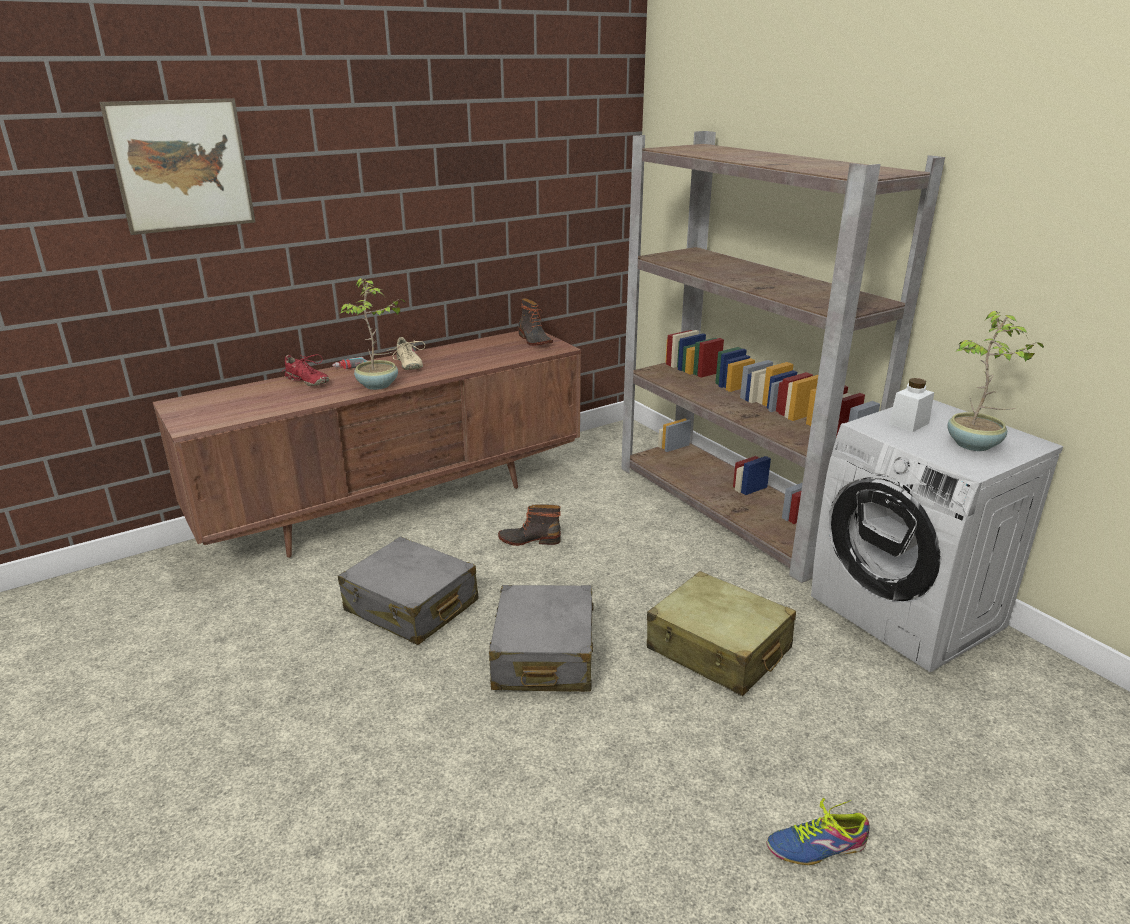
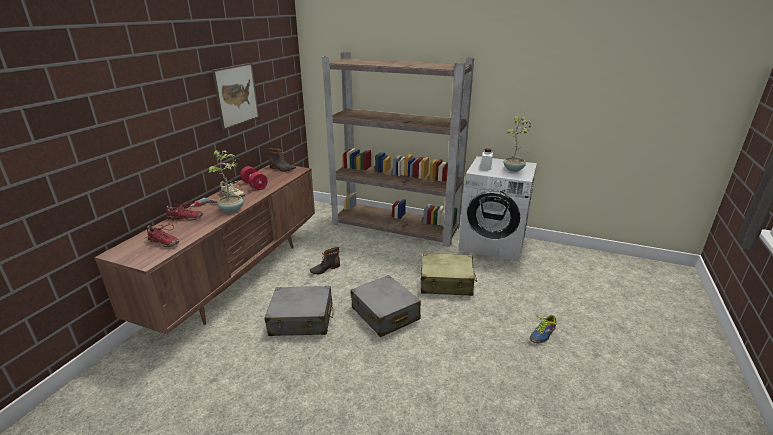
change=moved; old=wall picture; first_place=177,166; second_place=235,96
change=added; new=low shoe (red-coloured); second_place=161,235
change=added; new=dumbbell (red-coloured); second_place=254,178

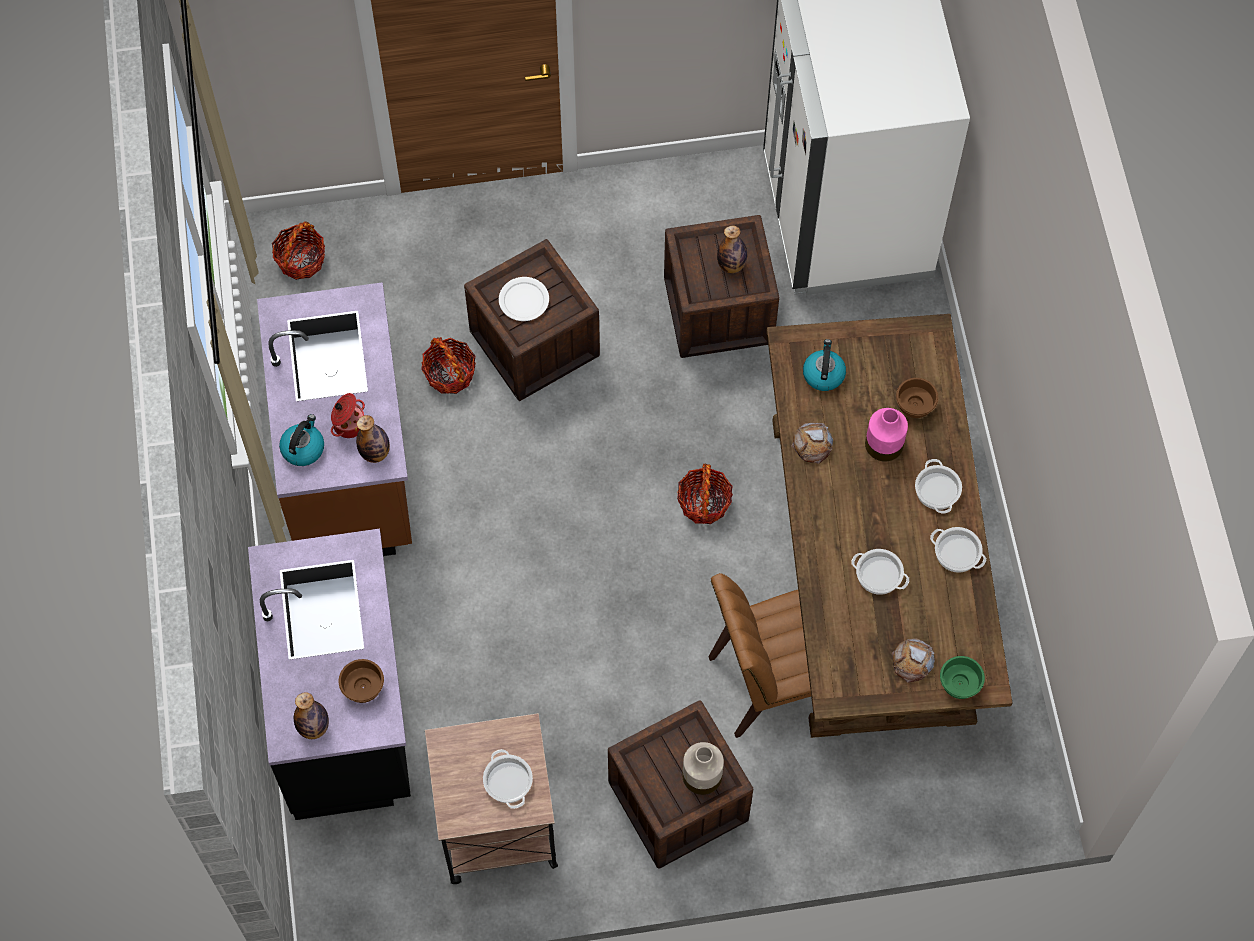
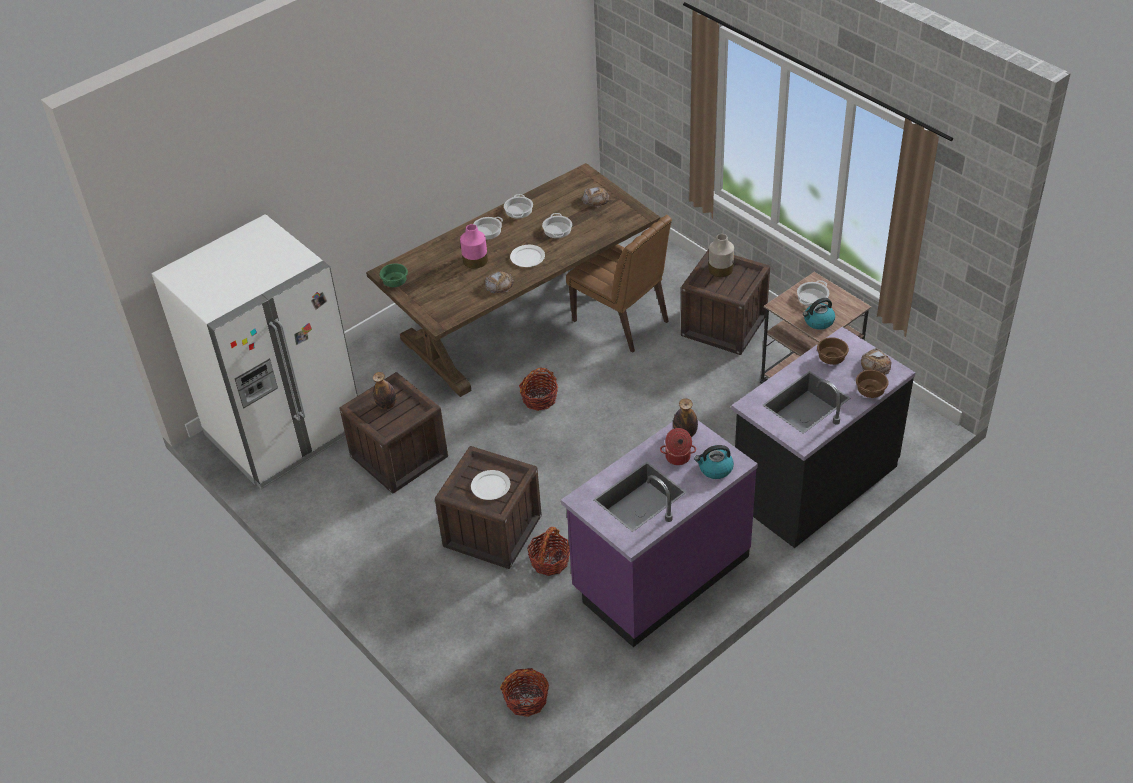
change=recoloured; old=kitchen base unit (brownish); new=kitchen base unit (purple); first_place=334,419; second_place=659,533
change=replaced; old=beverage bottle; new=bakery bread; first_place=311,715; second_place=876,361
change=moved; old=tea kettle; first_place=824,365; second_place=819,314
change=moved; old=deep dish (brownish); first_place=917,398; second_place=872,384
change=moved; old=deep dish (greenish); first_place=962,677; second_place=393,275
change=added; new=flat dish (whitish); second_place=527,256

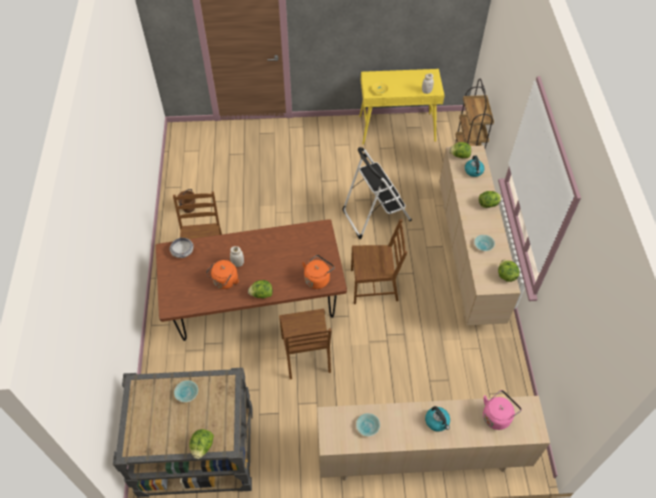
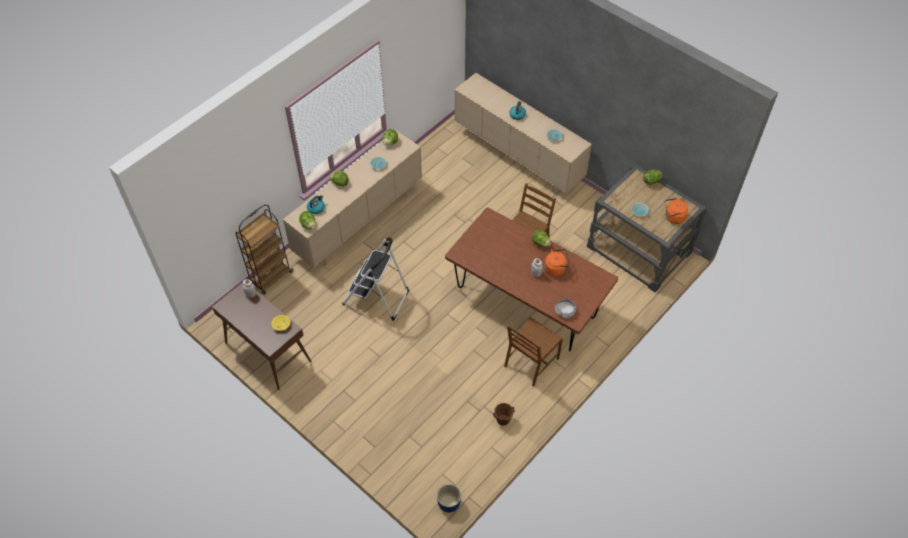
change=moved; old=tea kettle (orange-coloured); first_place=318,271; second_place=676,211
change=removed; old=chair (brownish); first_place=379,261
change=recoloured; old=hall table (yellow); new=hall table (brownish); first_place=402,107; second_place=261,336
change=removed; old=tea kettle (pink-coloured); first_place=502,410
change=added; new=planter (blue); second_place=449,498

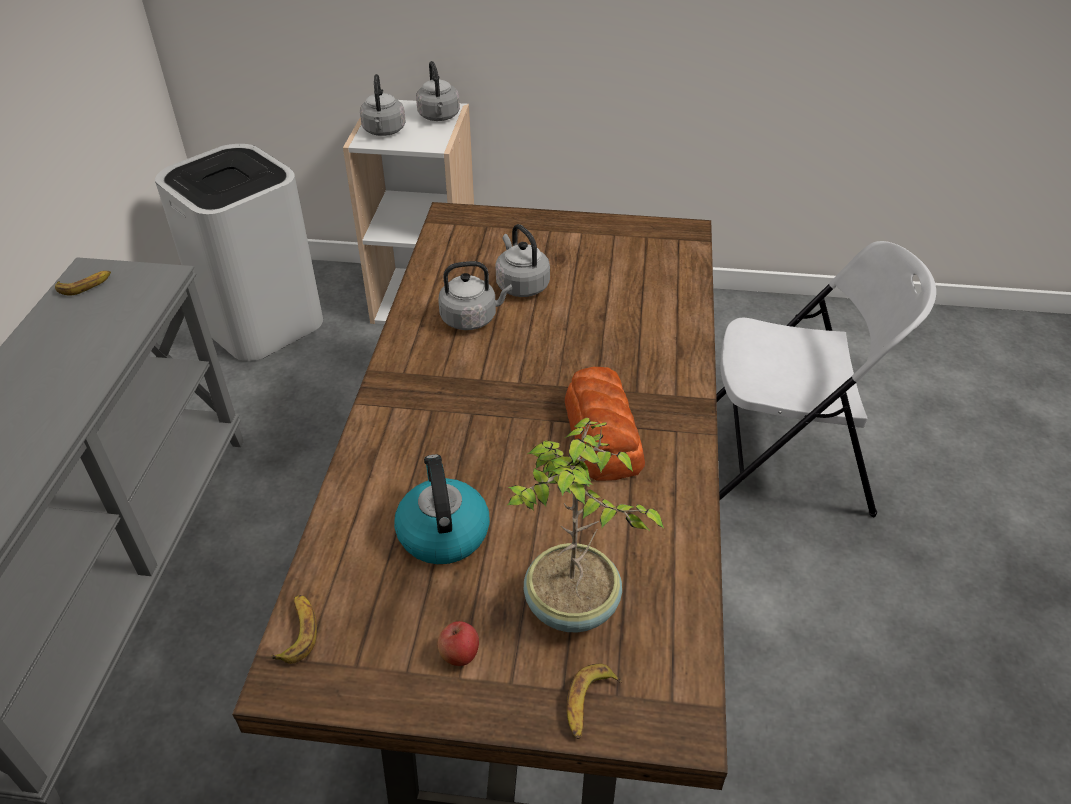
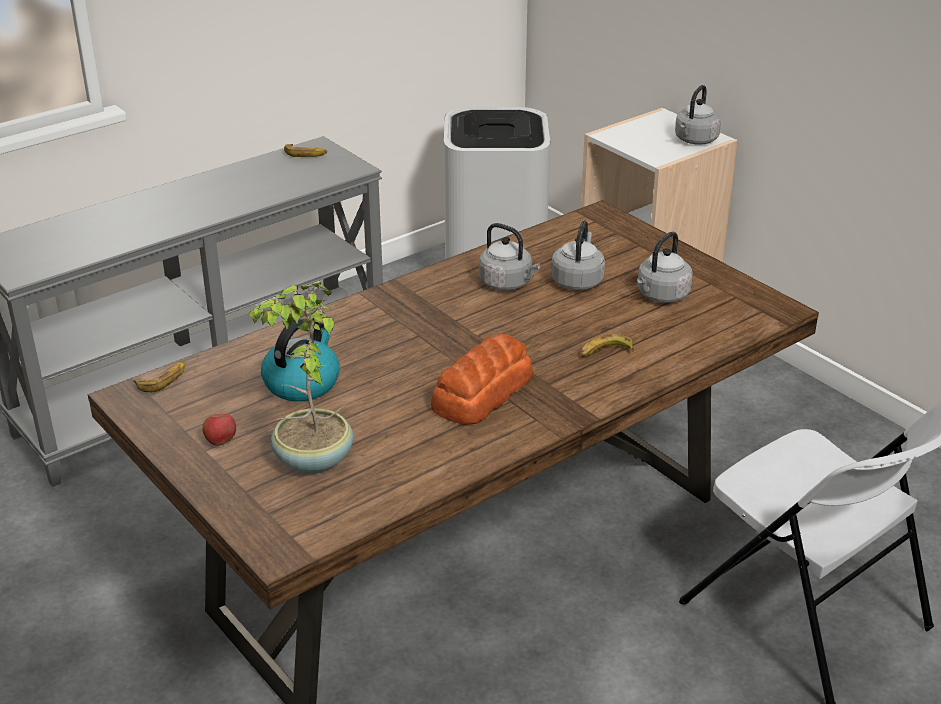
change=moved; old=tea kettle (gray); first_place=383,105; second_place=665,267
change=moved; old=banana fruit; first_place=594,701; second_place=607,345

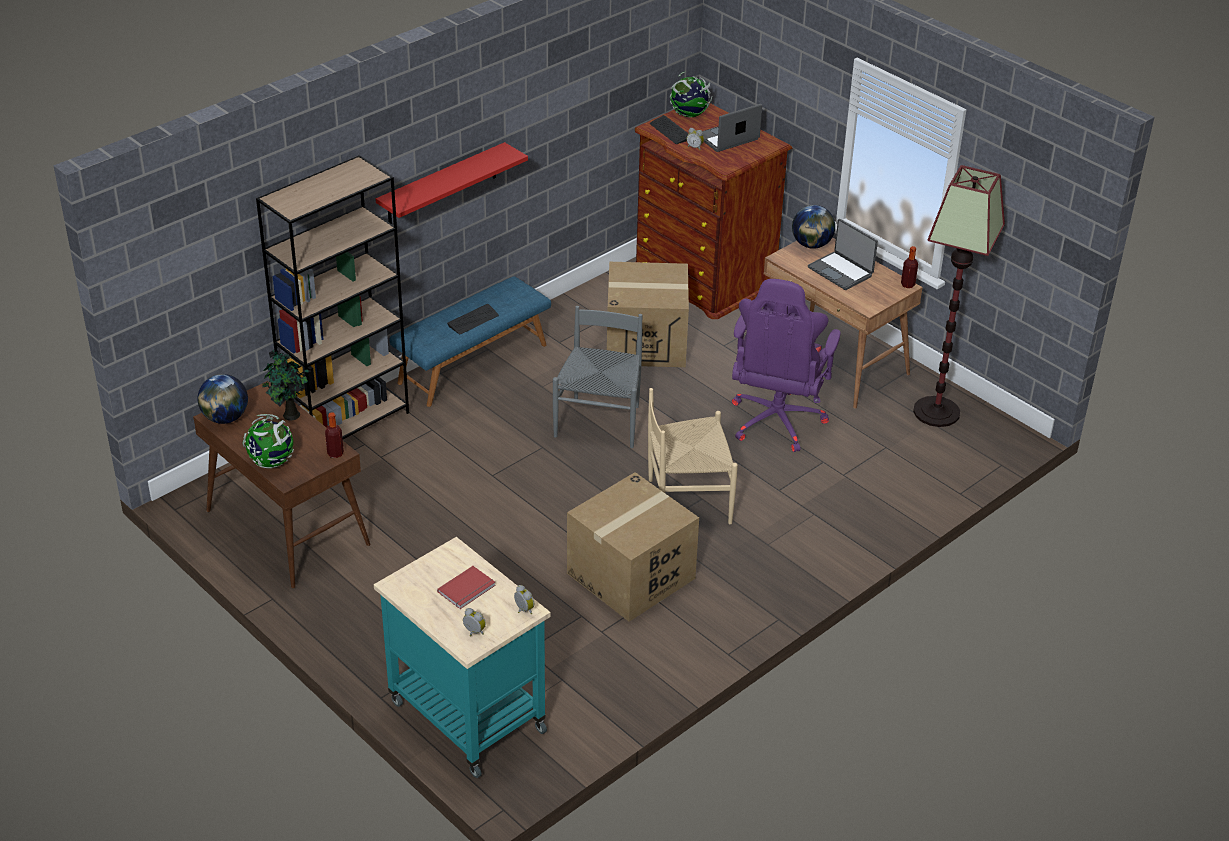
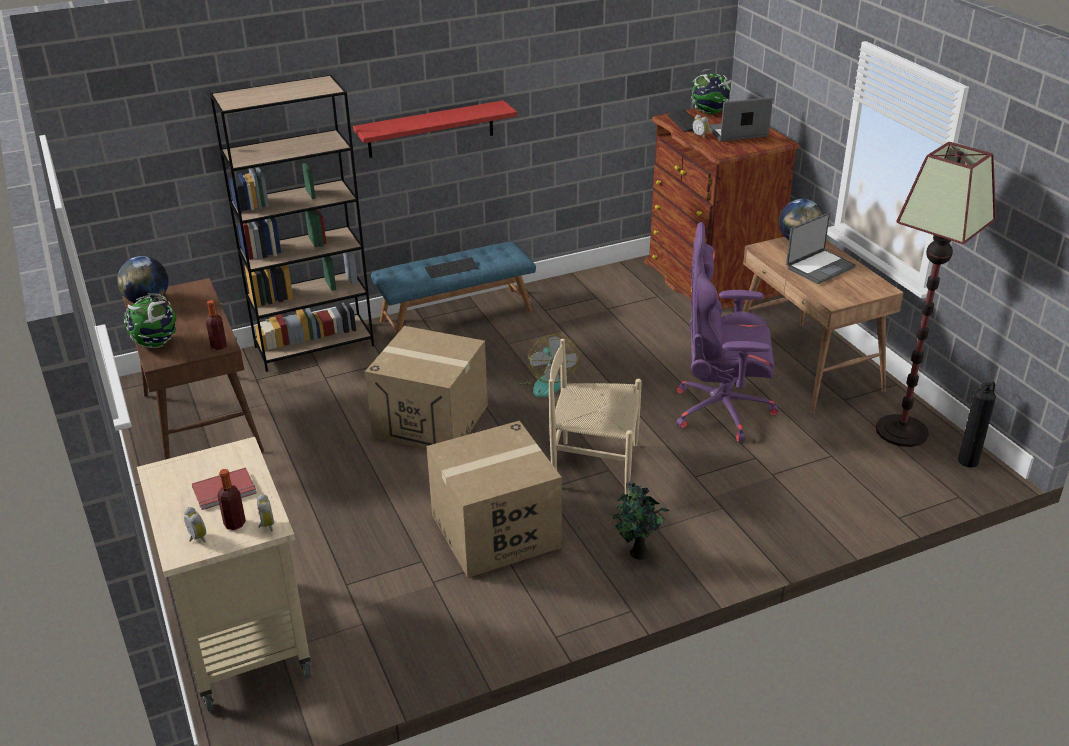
change=moved; old=potted plant; first_place=286,385; second_place=641,520
change=recoloured; old=trolley (turquoise-coloured); new=trolley (beige-coloured); first_place=462,657; second_place=224,574
change=replaced; old=chair (gray); new=cooling fan; first_place=597,377; second_place=547,366
change=moved; old=carton; first_place=648,314; second_place=426,388
change=turned; old=office chair (purple); first_place=786,365; second_place=727,332; degrees=60
change=turned; old=laptop; first_place=843,254; second_place=821,248; degrees=-105
change=moved; old=beverage bottle; first_place=909,267; second_place=231,499
change=added; new=fire-fighting cylinder; second_place=977,425

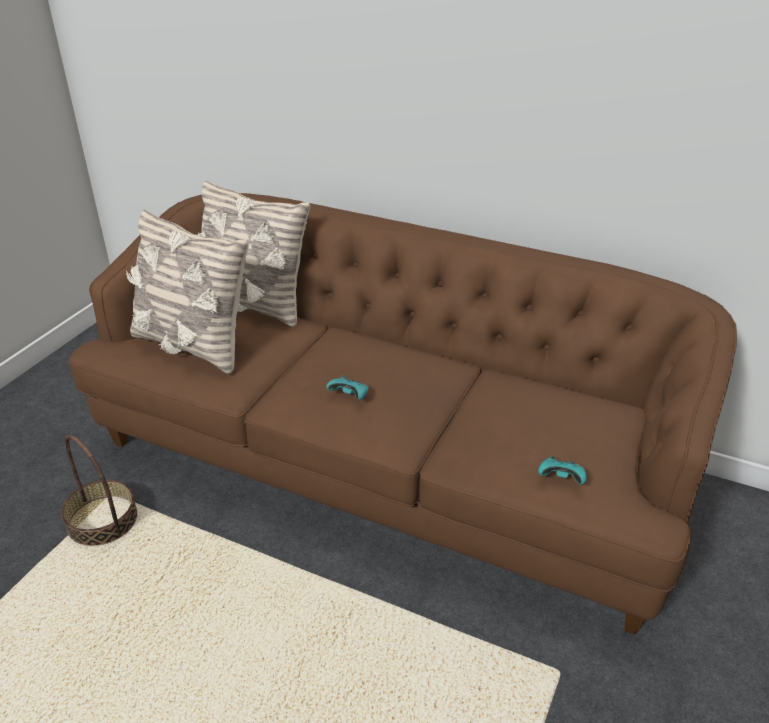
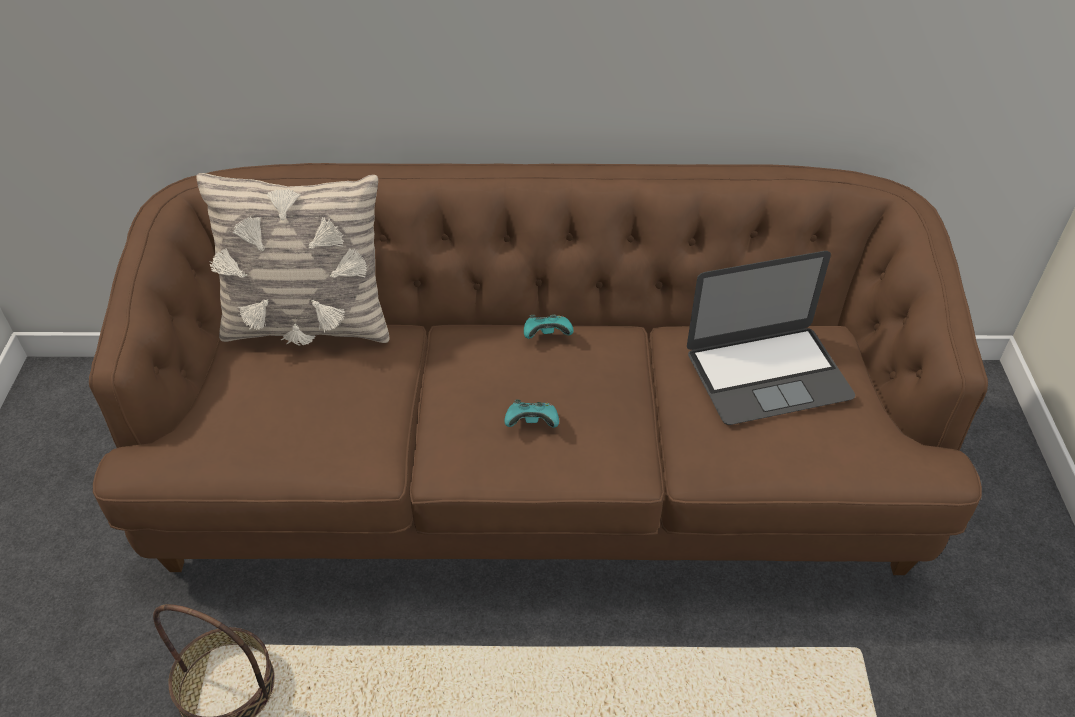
change=removed; old=throw pillow (beige-coloured); first_place=187,292
change=moved; old=gamepad (turquoise-coloured); first_place=562,470; second_place=549,327
change=added; new=laptop; second_place=771,338

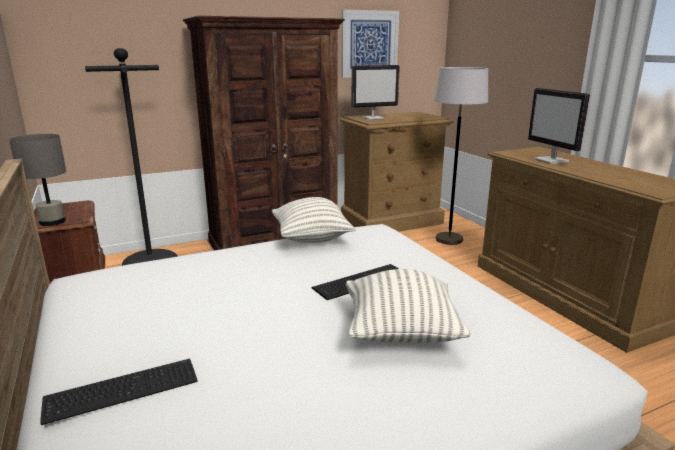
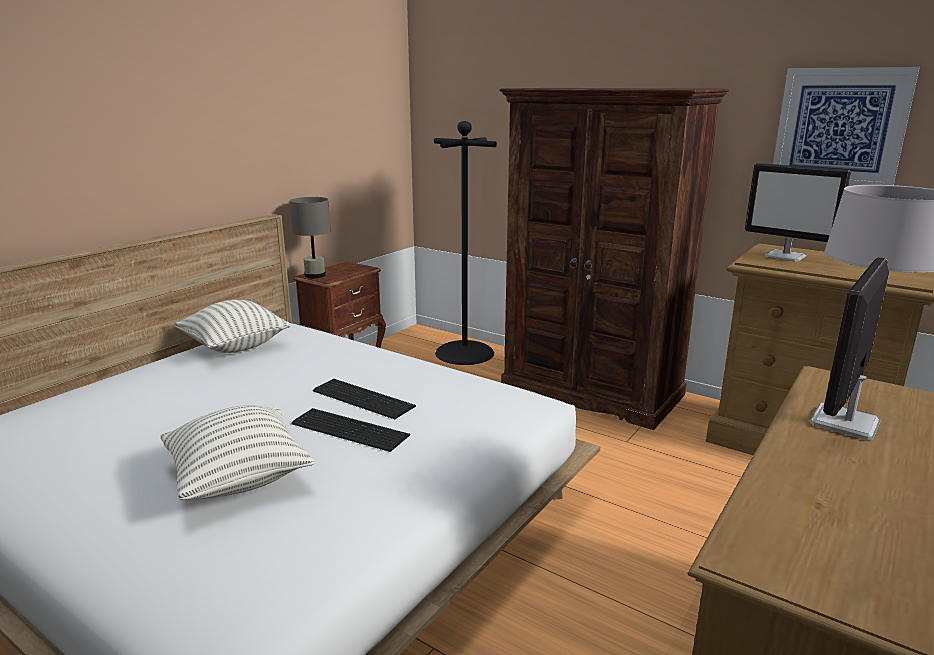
change=moved; old=keyboard; first_place=119,392; second_place=364,399
change=moved; old=throw pillow; first_place=313,220; second_place=232,326

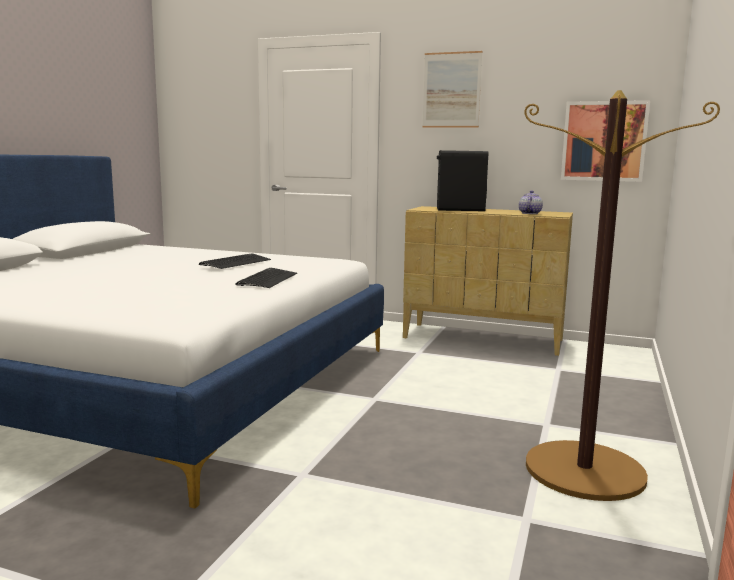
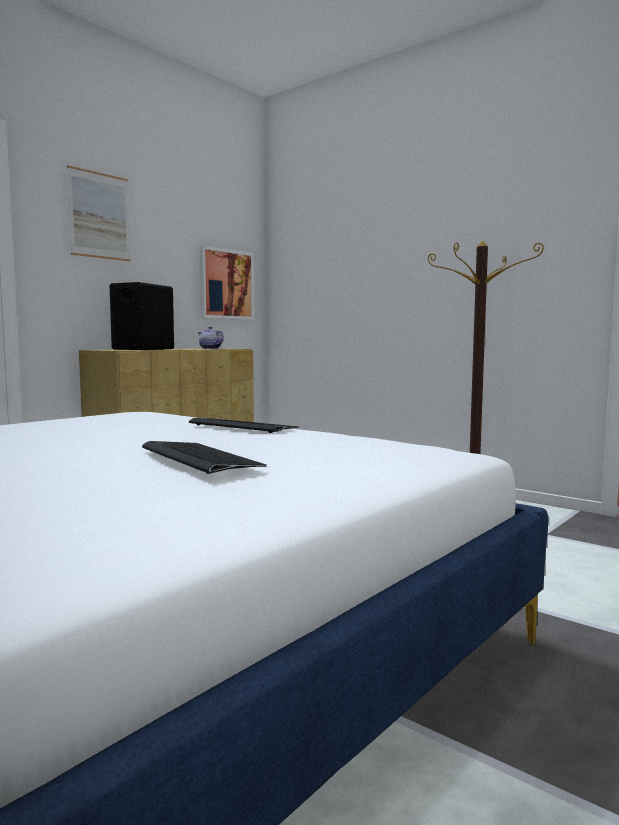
change=moved; old=keyboard; first_place=235,261; second_place=204,457

